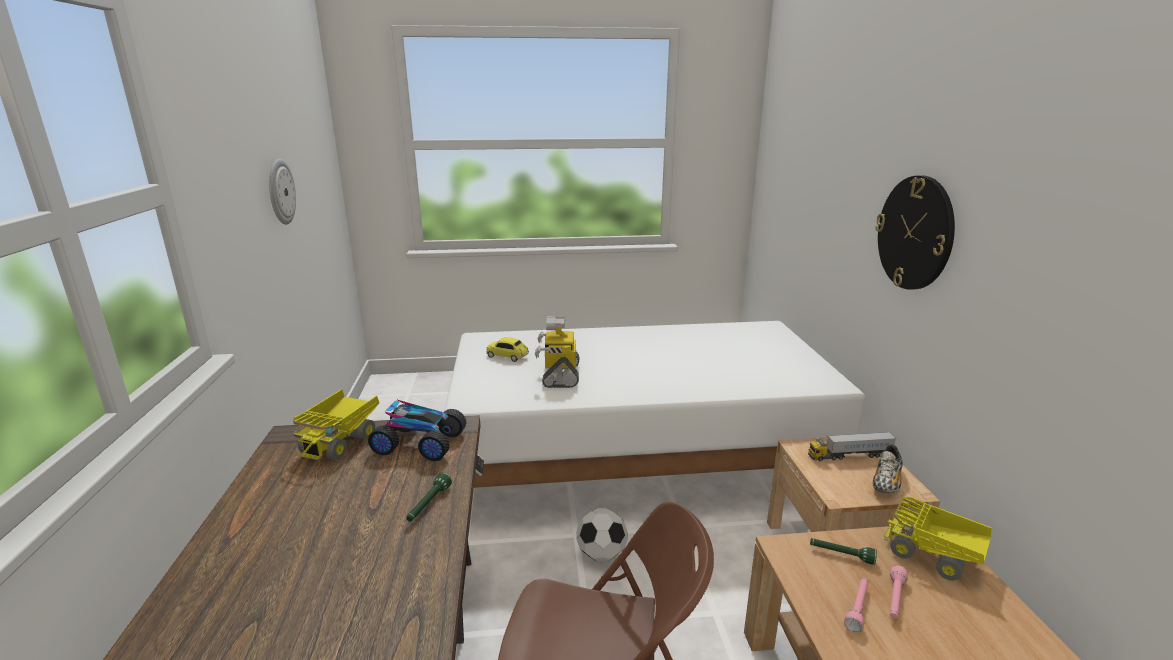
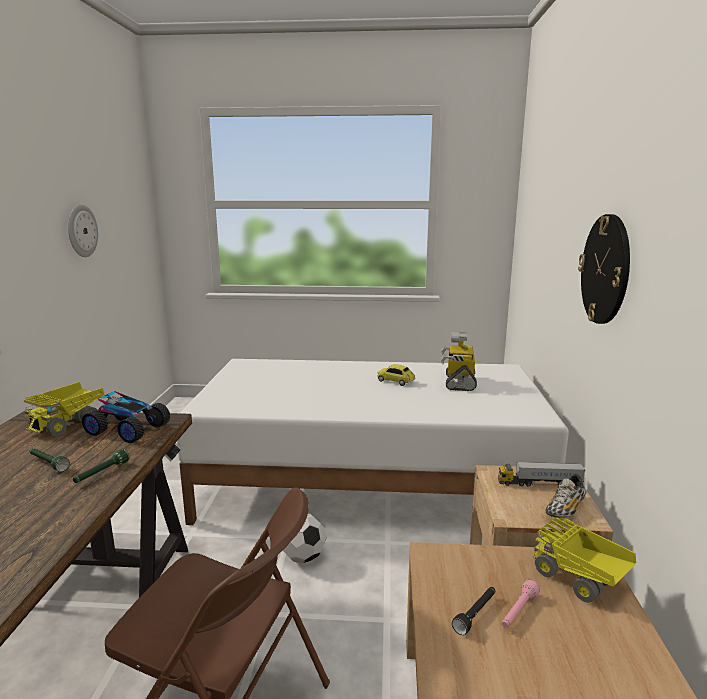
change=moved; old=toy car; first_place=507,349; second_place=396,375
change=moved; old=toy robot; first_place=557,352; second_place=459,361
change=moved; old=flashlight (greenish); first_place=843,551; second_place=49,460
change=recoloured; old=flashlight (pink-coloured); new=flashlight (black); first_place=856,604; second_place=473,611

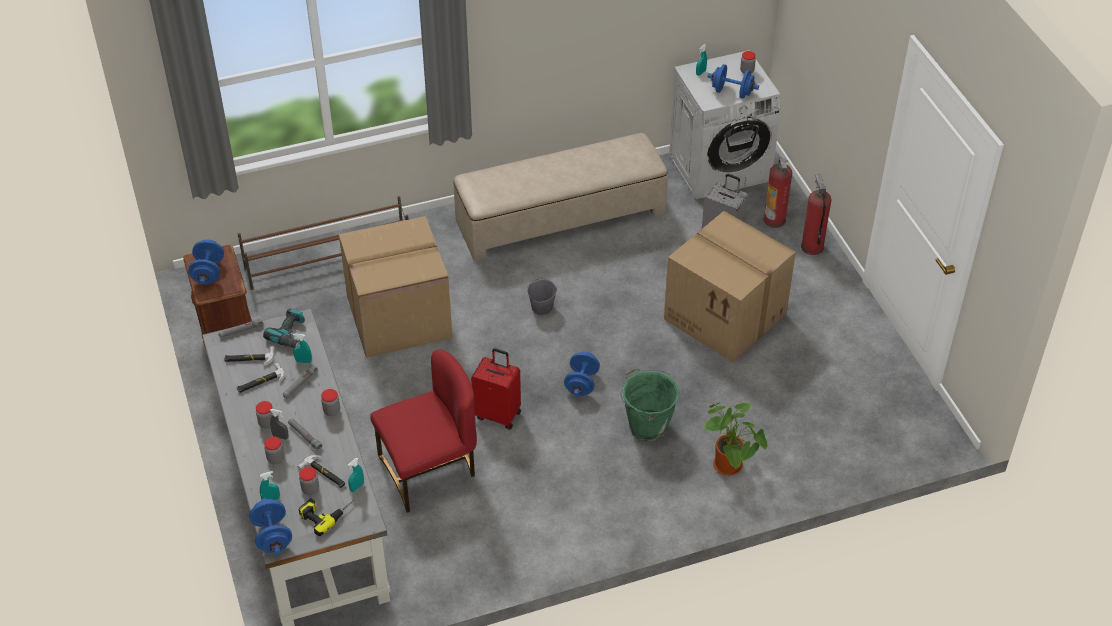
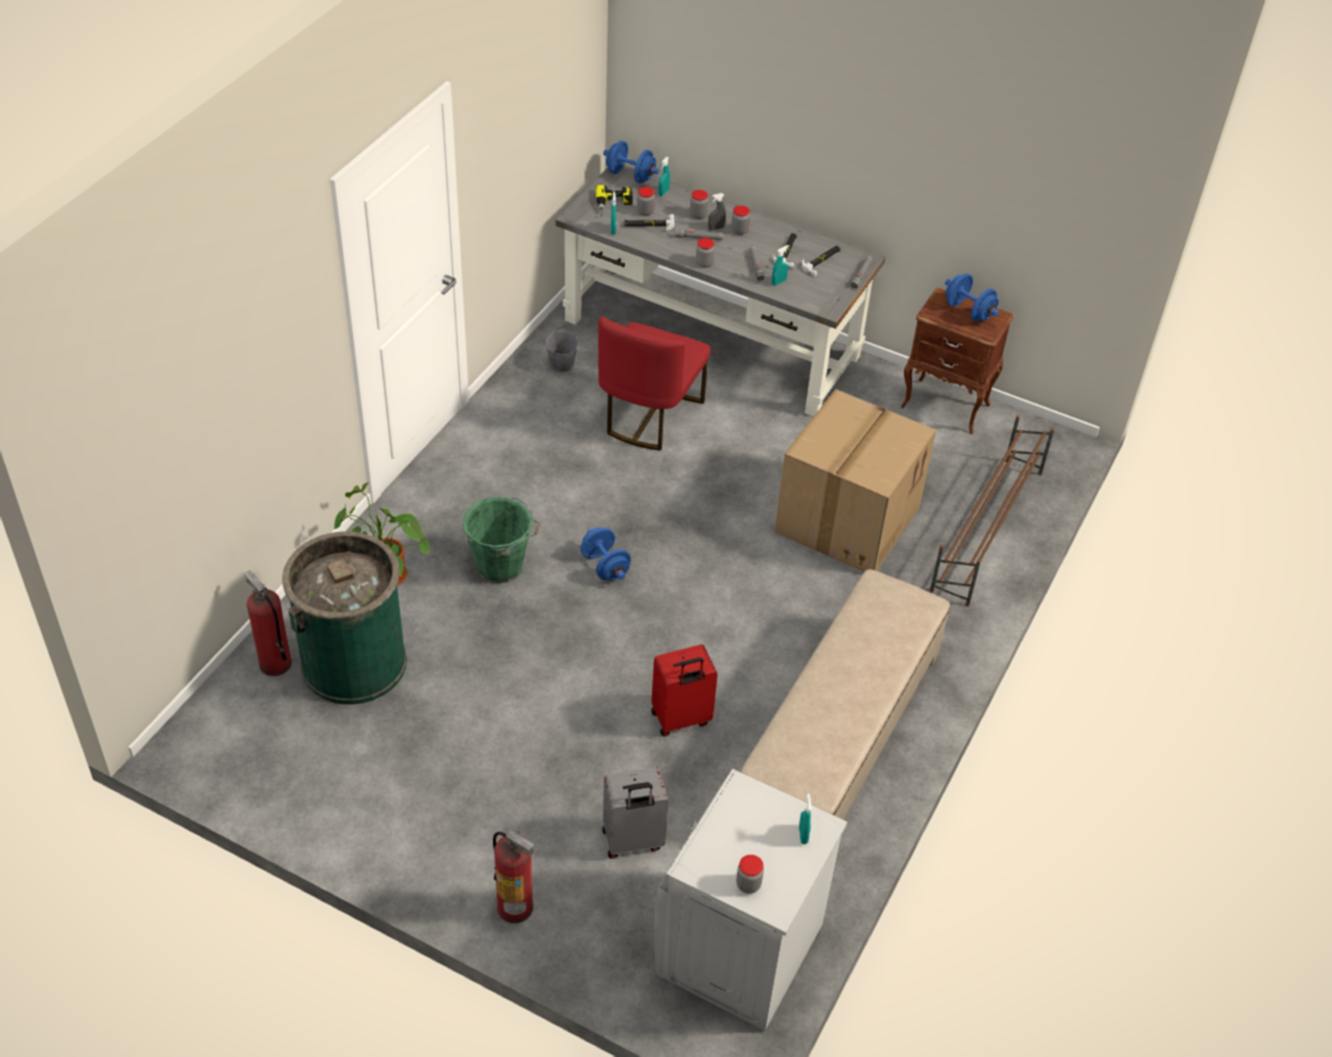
change=removed; old=electric drill; first_place=284,328
change=moved; old=travel case (red-coloured); first_place=496,389; second_place=684,691
change=moved; old=water bucket (gray); first_place=542,296; second_place=562,349
change=removed; old=carton; first_place=730,287
change=removed; old=dumbbell (blue); first_place=733,81
change=moved; old=fire-fighting cylinder; first_place=778,192; second_place=268,623
change=added; new=rubbish bin (greenish); second_place=344,618

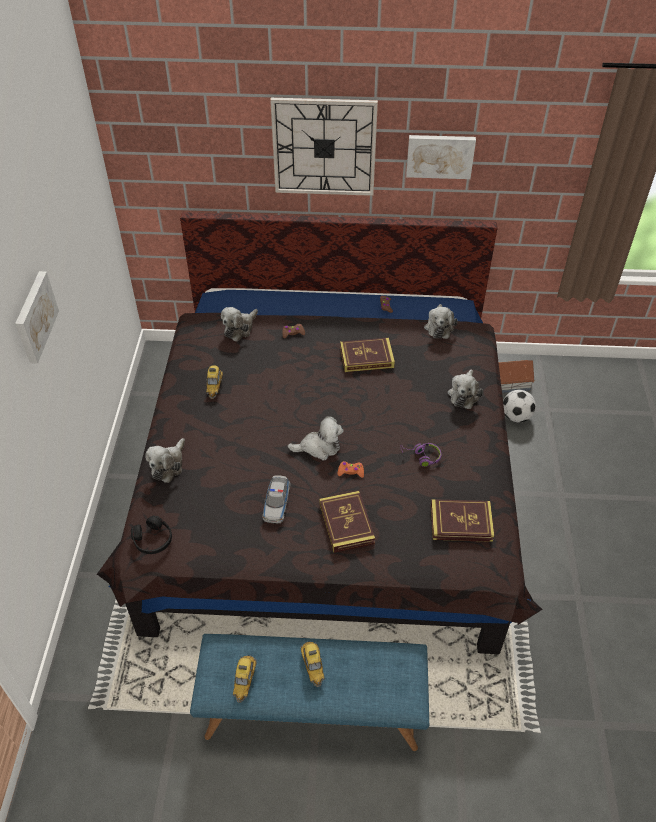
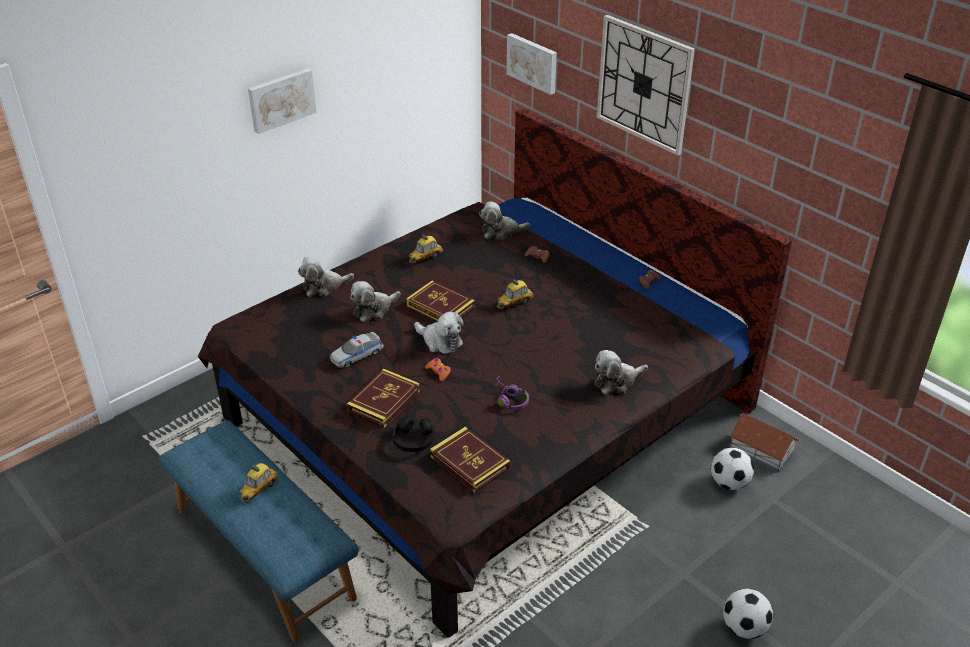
change=moved; old=pair of headphones (black); first_place=151,534; second_place=413,434
change=moved; old=toy car; first_place=244,679; second_place=515,294
change=moved; old=bound book; first_place=367,355; second_place=441,300
change=moved; old=wall picture; first_place=441,157; second_place=532,64
change=moved; old=plush toy; first_place=441,321; second_place=375,301
change=added; new=ball for football; second_place=748,614

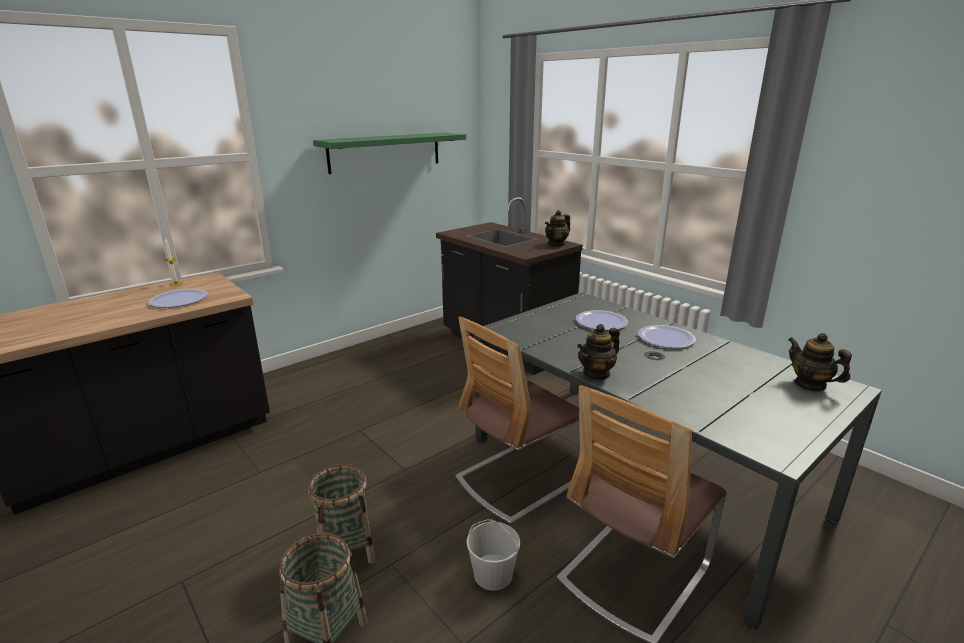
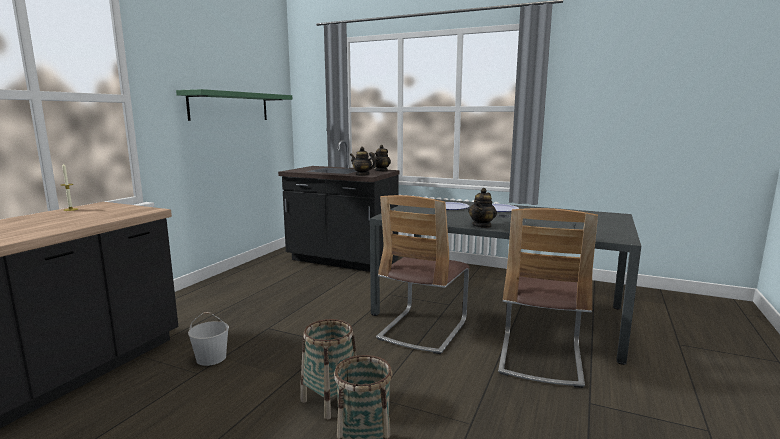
change=removed; old=flat dish; first_place=178,298
change=moved; old=water bucket (whitish); first_place=493,555; second_place=208,339
change=moved; old=pot for tea; first_place=820,362; second_place=363,161

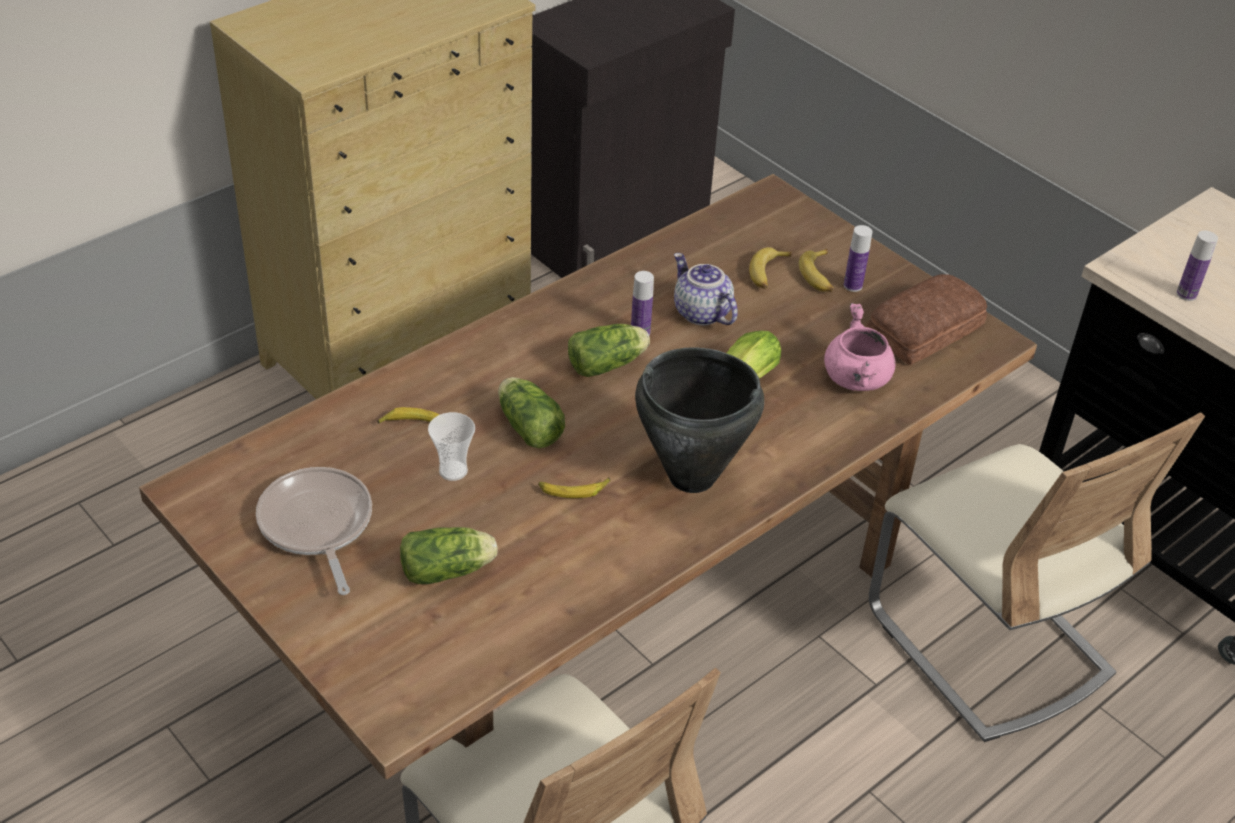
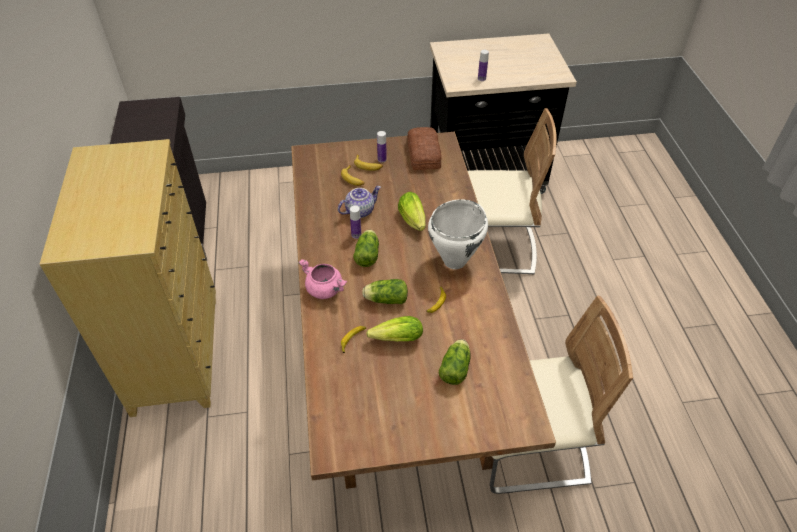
change=removed; old=frying pan; first_place=314,531
change=replaced; old=small cup; new=lettuce; first_place=451,446; second_place=394,328
change=recoloured; old=cooking pot (black); new=cooking pot (whitish); first_place=699,420; second_place=458,234
change=turned; old=pot for tea; first_place=706,289; second_place=359,202; degrees=150
change=moved; old=cooking pot (pink-coloured); first_place=860,347; second_place=323,279

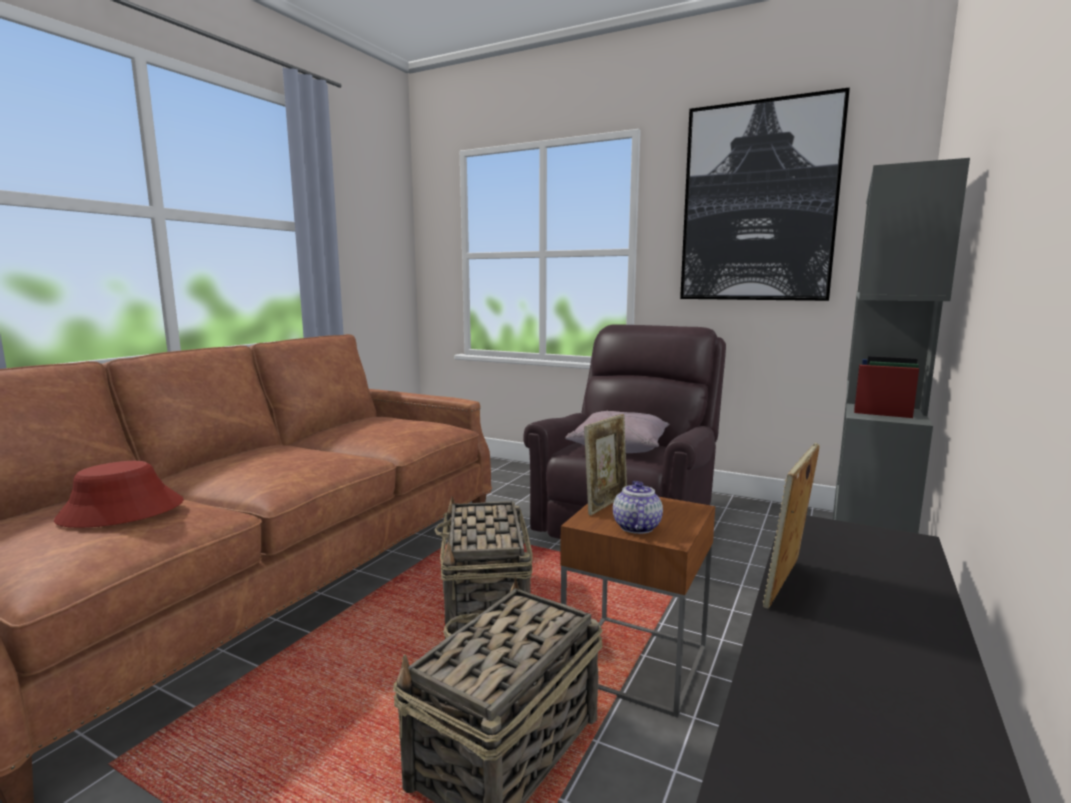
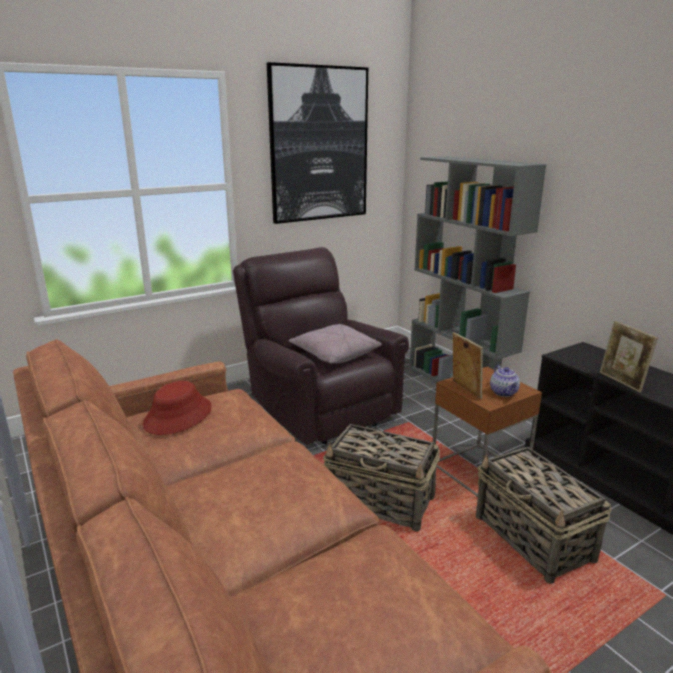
change=moved; old=wearable hat (red-coloured); first_place=119,494; second_place=177,408
change=turned; old=pot for tea; first_place=638,507; second_place=505,381; degrees=-135

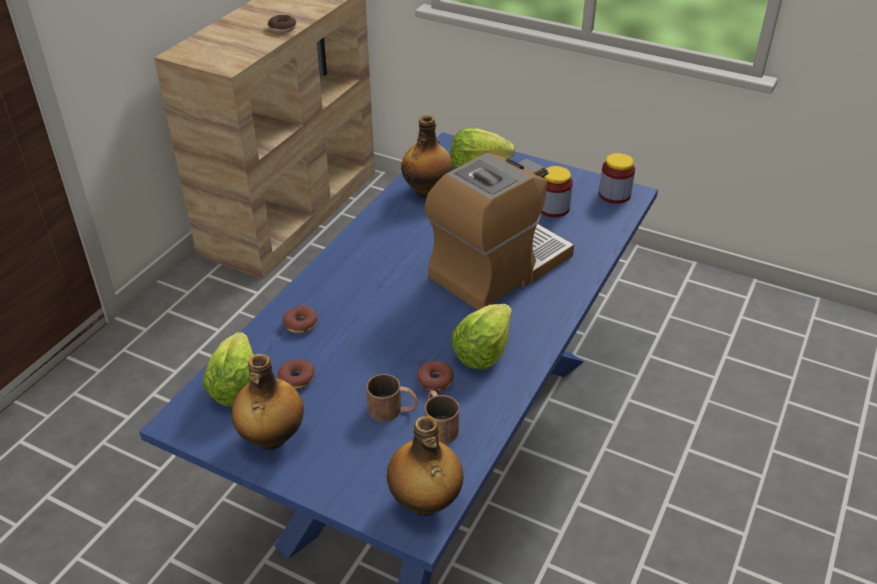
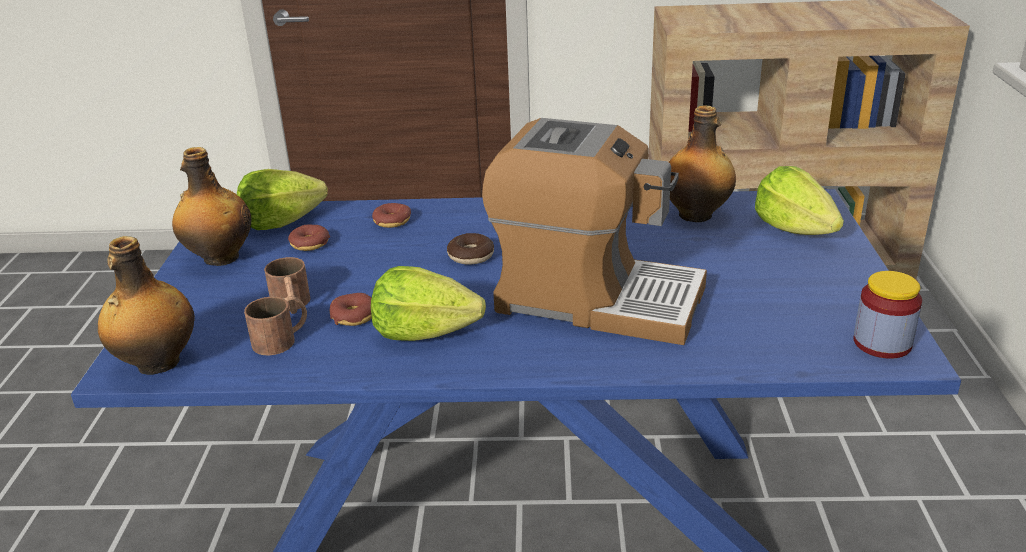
change=moved; old=donut; first_place=282,24; second_place=470,249
change=removed; old=jar; first_place=557,191

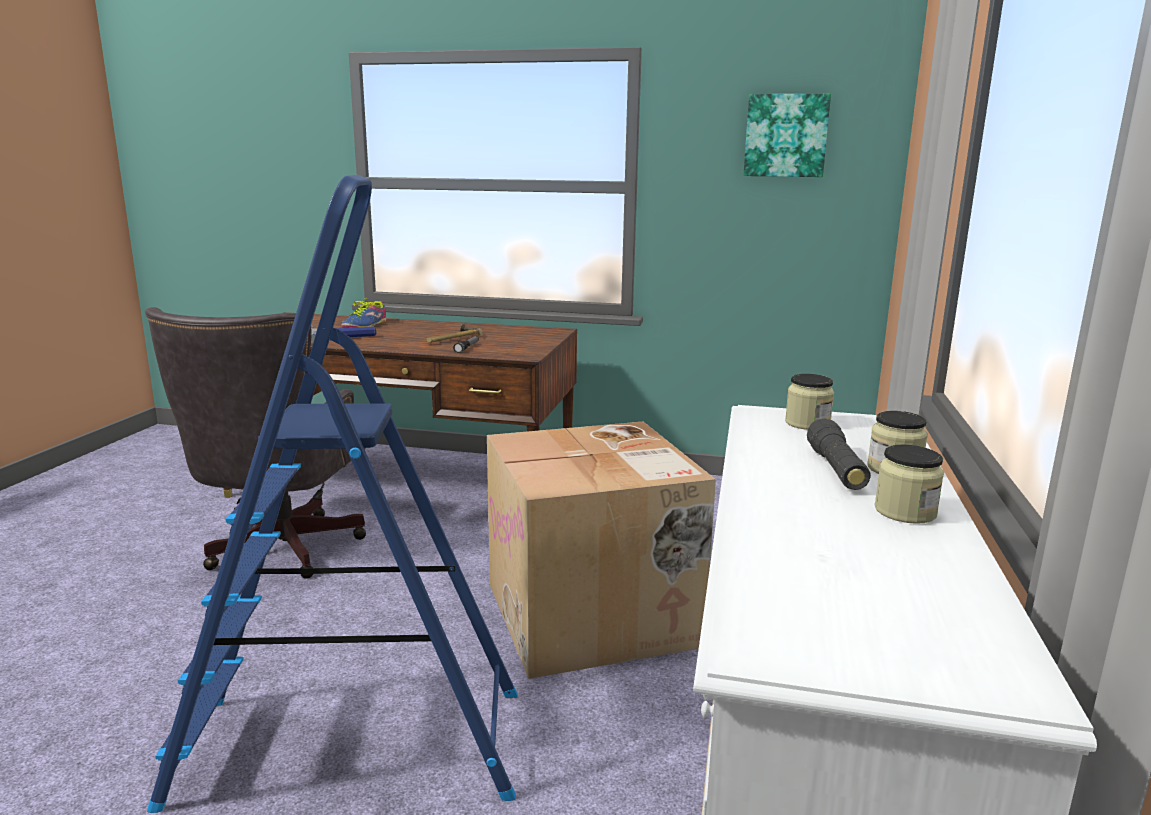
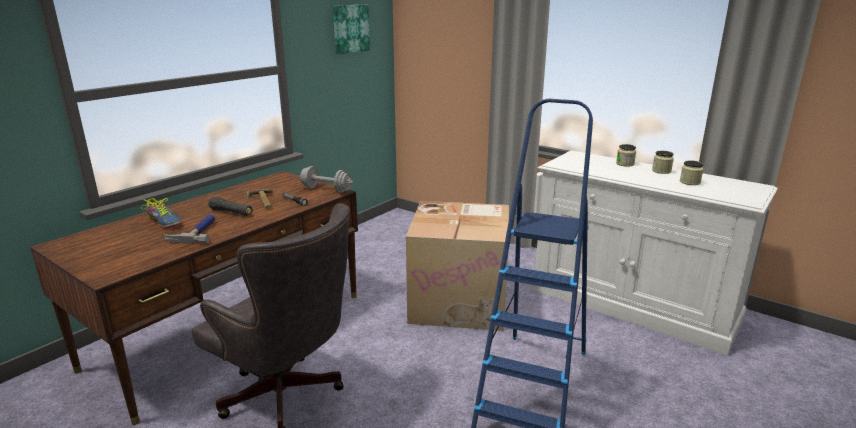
change=moved; old=jar; first_place=809,402; second_place=691,172
change=moved; old=flashlight (black); first_place=839,454; second_place=230,206
change=added; new=dumbbell (gray); second_place=326,179

